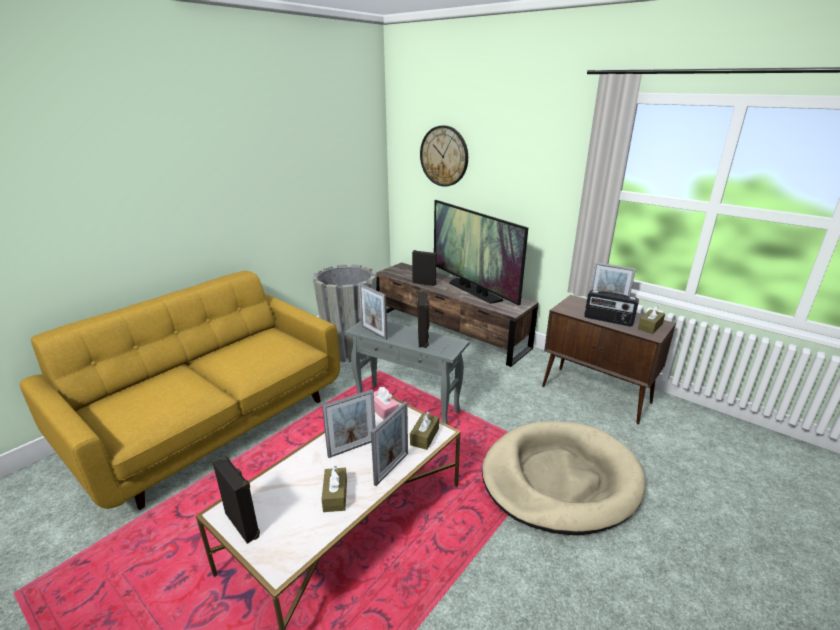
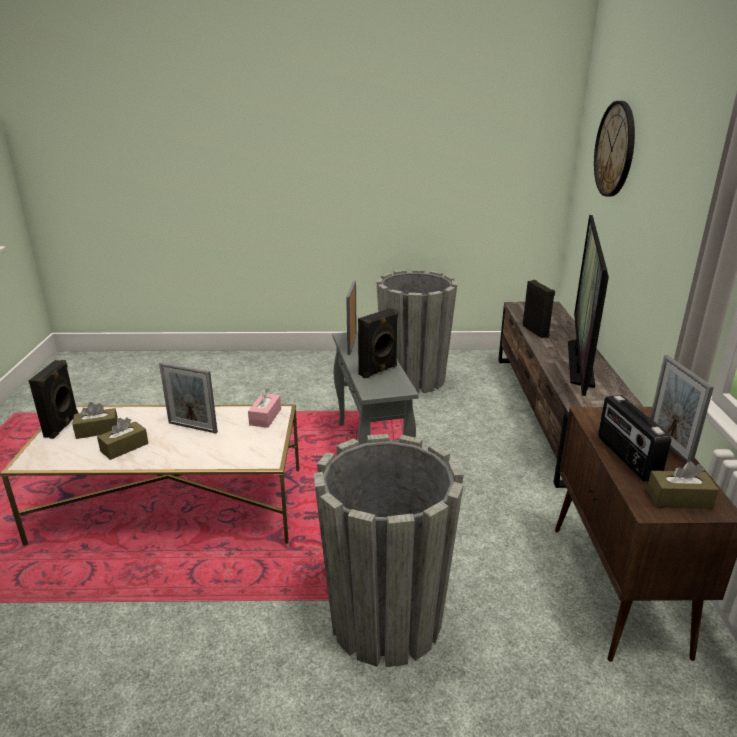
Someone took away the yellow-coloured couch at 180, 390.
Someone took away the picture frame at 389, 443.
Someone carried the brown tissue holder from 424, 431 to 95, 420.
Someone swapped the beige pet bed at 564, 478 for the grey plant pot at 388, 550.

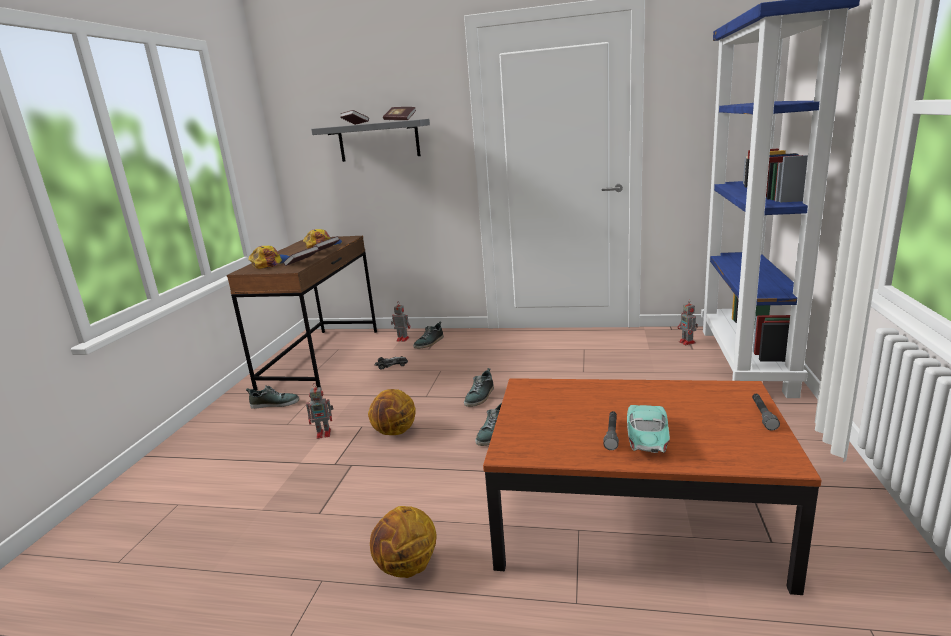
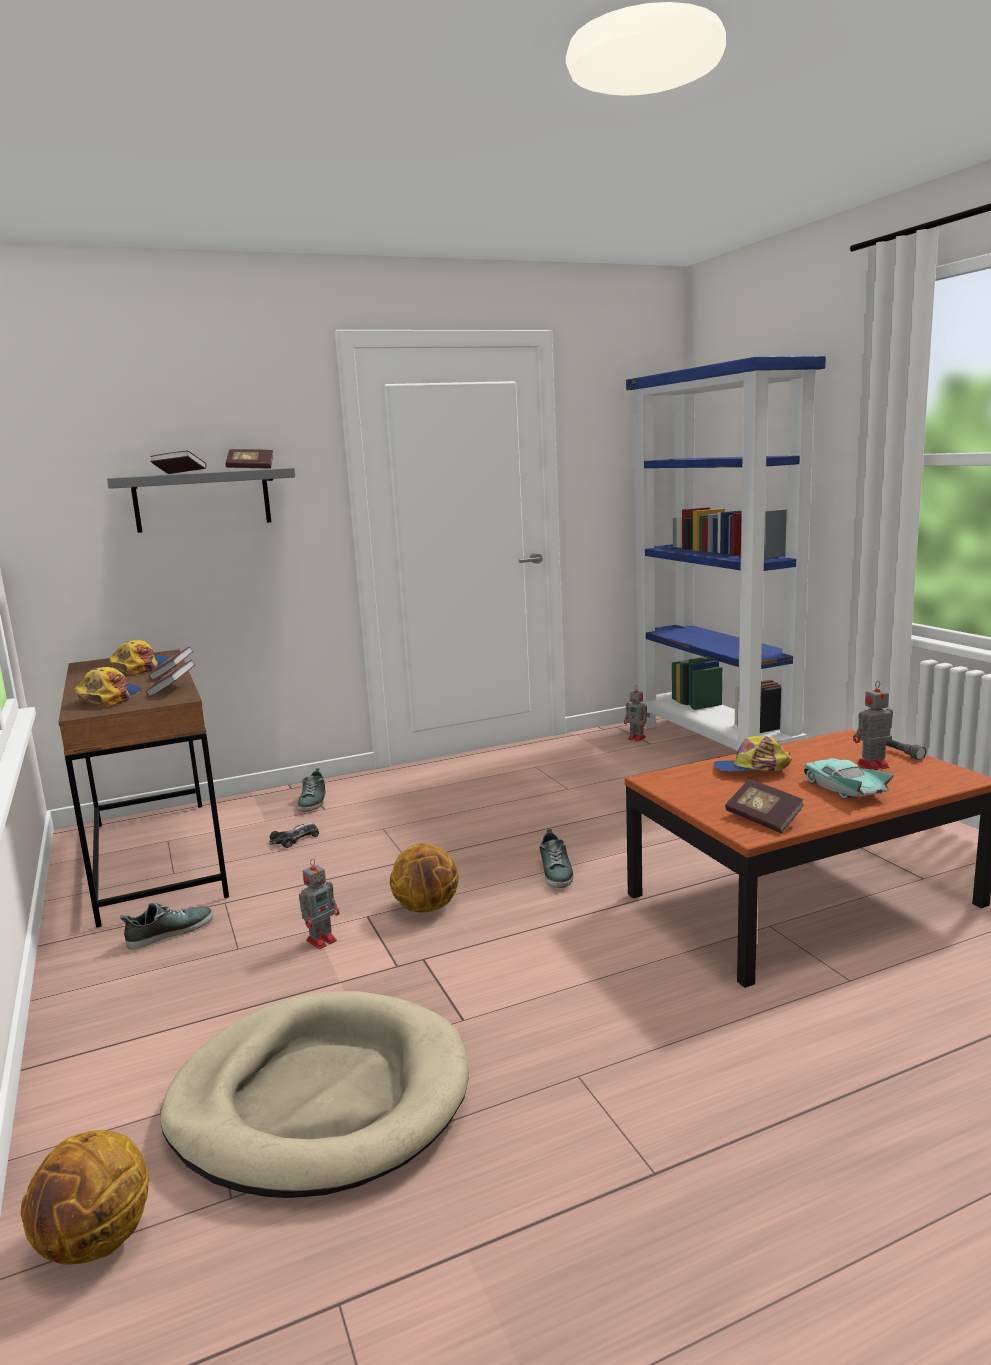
Someone carried the basketball ball from 403, 542 to 85, 1197.
Someone carried the robot figure from 401, 323 to 873, 725.
Someone took away the item of footwear at 479, 387.
Someone took away the grey torch at 611, 430.
Someone put down the beige pet bed at 314, 1094.
Someone put down the baseball cap at 753, 753.
Someone put down the book at 764, 806.

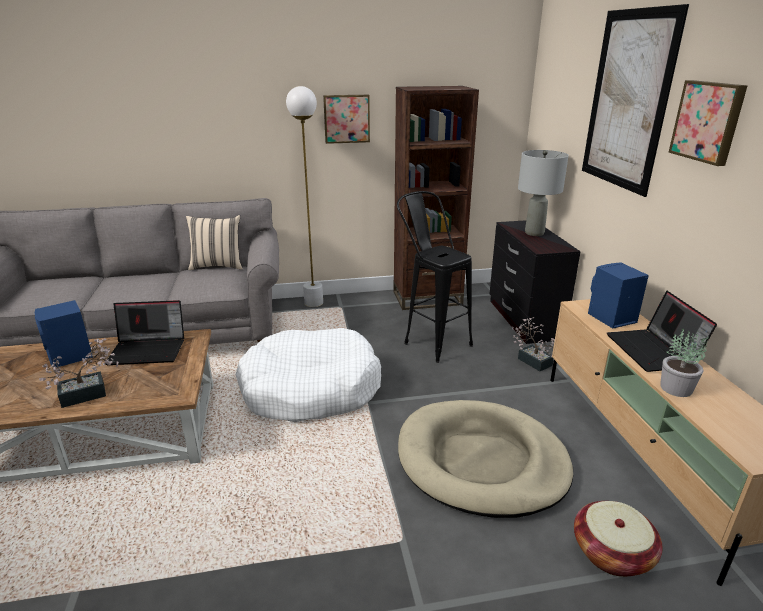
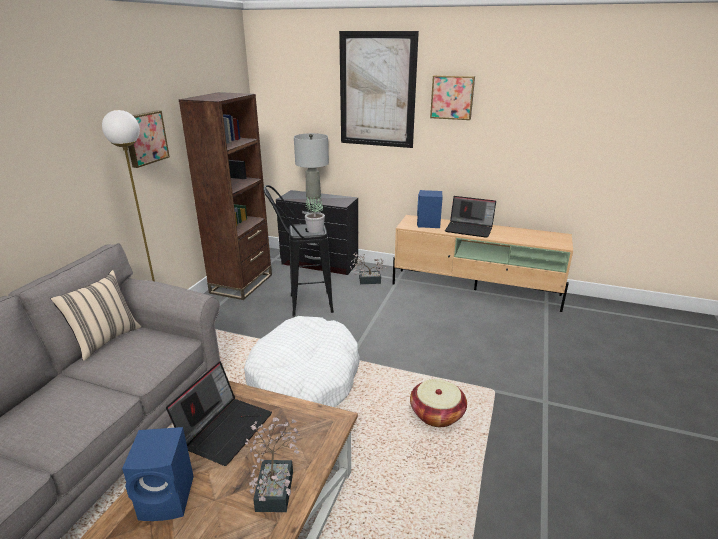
Someone took away the beige pet bed at 485, 459.
Someone carried the storage basket from 618, 539 to 438, 403.
Someone carried the plant in a pot from 684, 363 to 315, 214.

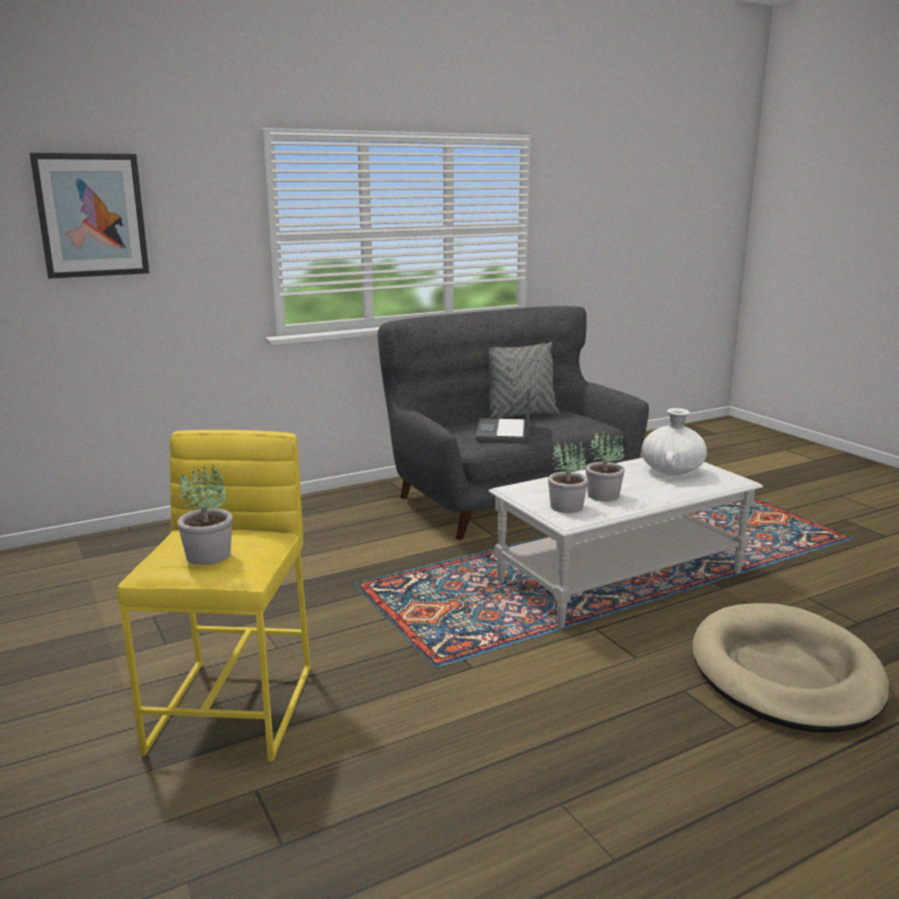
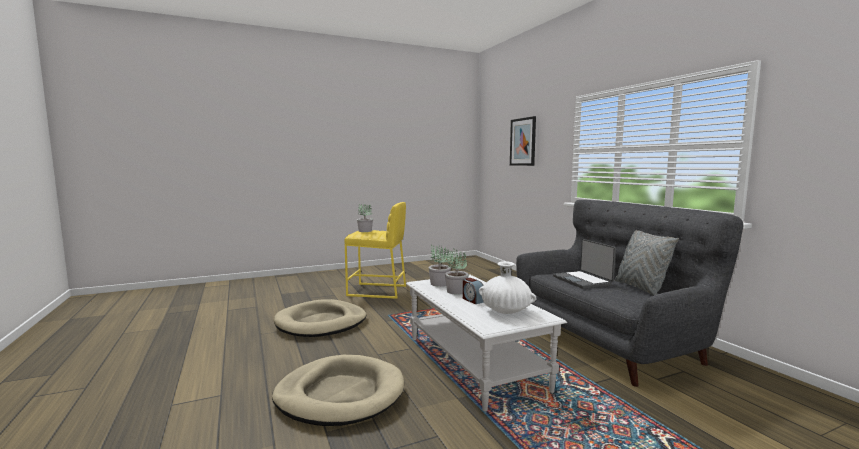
Someone rotated the laptop at 503, 408 by 120 degrees counterclockwise.
Someone put down the beige pet bed at 320, 318.
Someone put down the alarm clock at 473, 291.

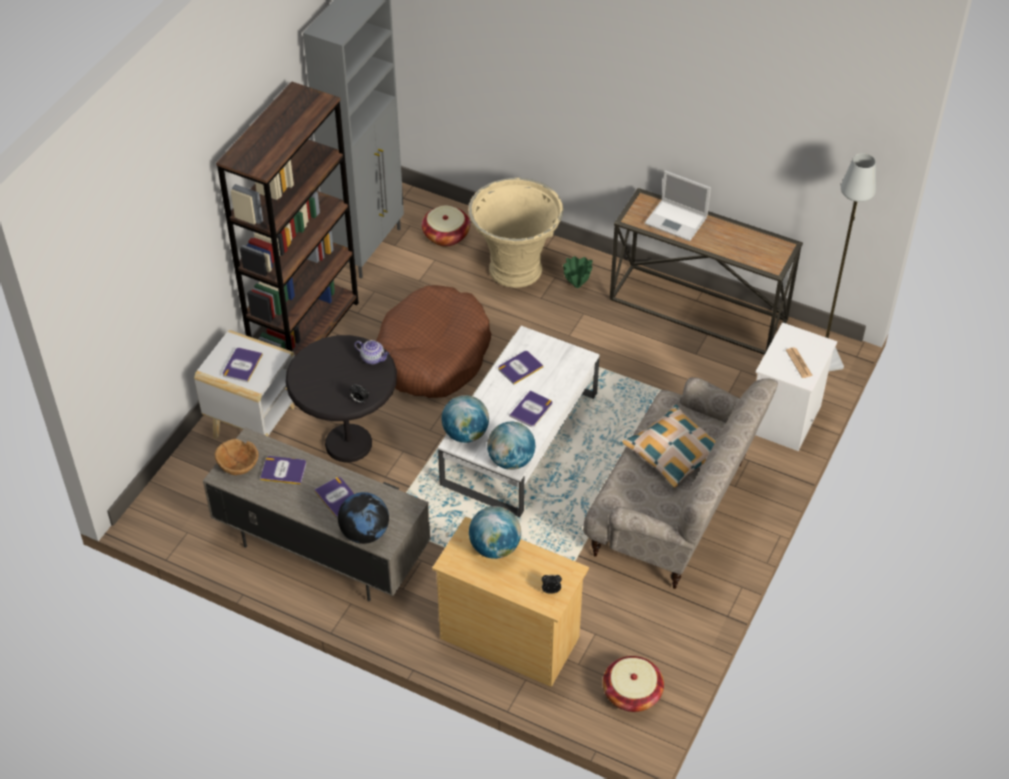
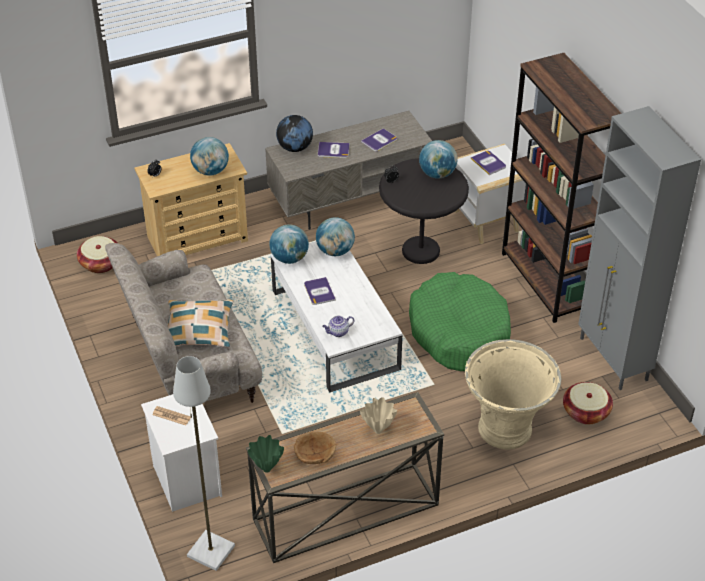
Someone carried the brown serving bowl from 237, 457 to 315, 448.
Someone carried the pot for tea from 372, 352 to 338, 326.
Someone repainted the brown pet bed at 434, 341, which became the greenish pet bed at 460, 321.
Someone took away the book at 521, 368.
Someone carried the greenish decorative vase from 578, 272 to 266, 454.
Someone swapped the laptop at 678, 205 for the beige decorative vase at 378, 415.
Someone put down the globe at 438, 159.

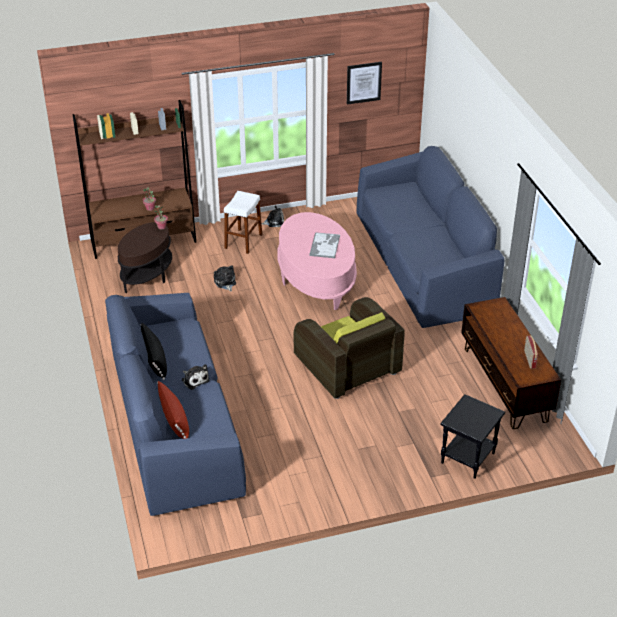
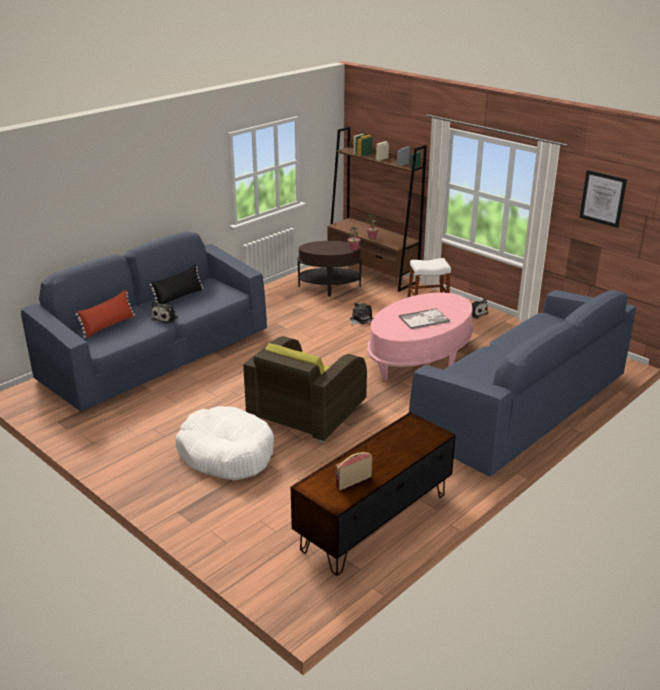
Someone took away the blackish side table at 472, 436.
Someone put down the white-coloured pet bed at 224, 443.

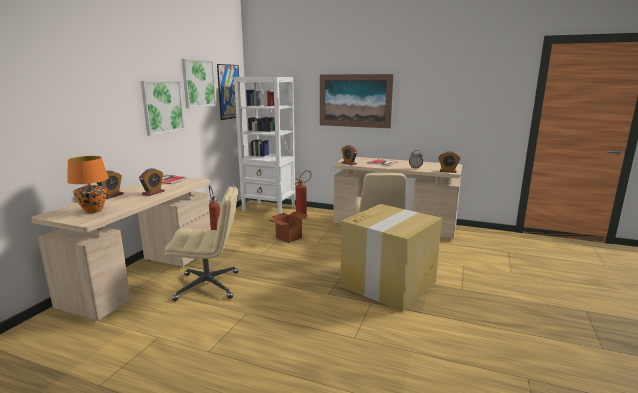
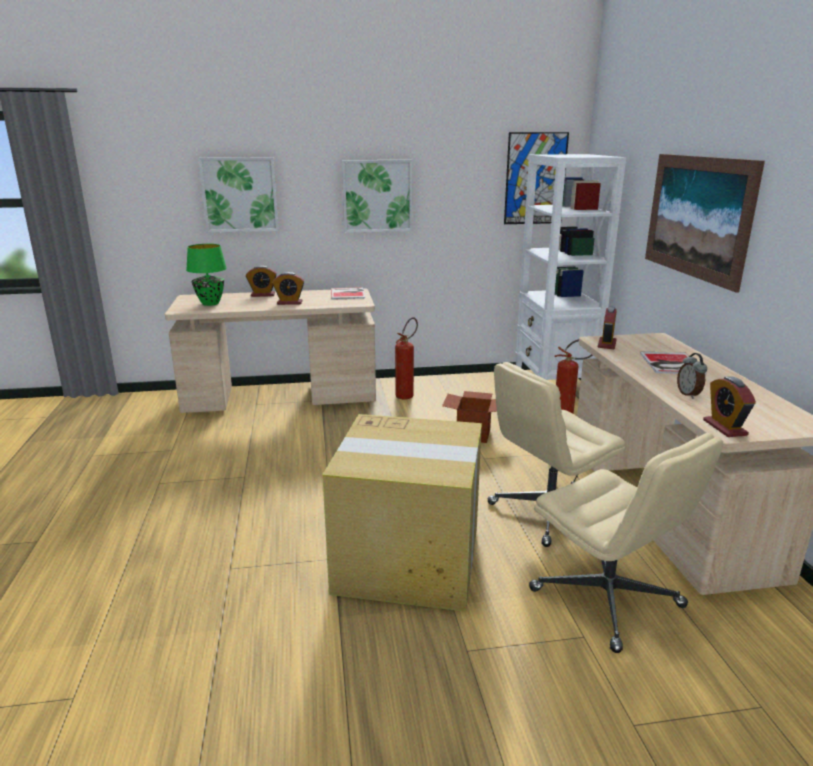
Someone repainted the orange lamp for a table at 88, 184, which became the greenish lamp for a table at 206, 275.
Someone carried the beige desk chair from 201, 244 to 626, 543.
Someone carried the wall art from 199, 83 to 238, 195.

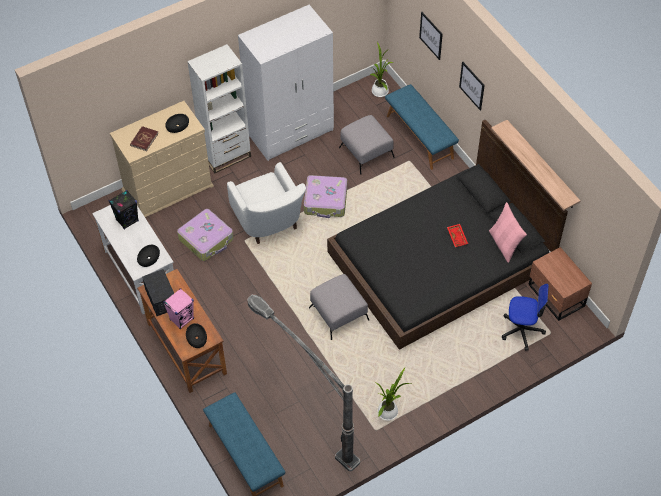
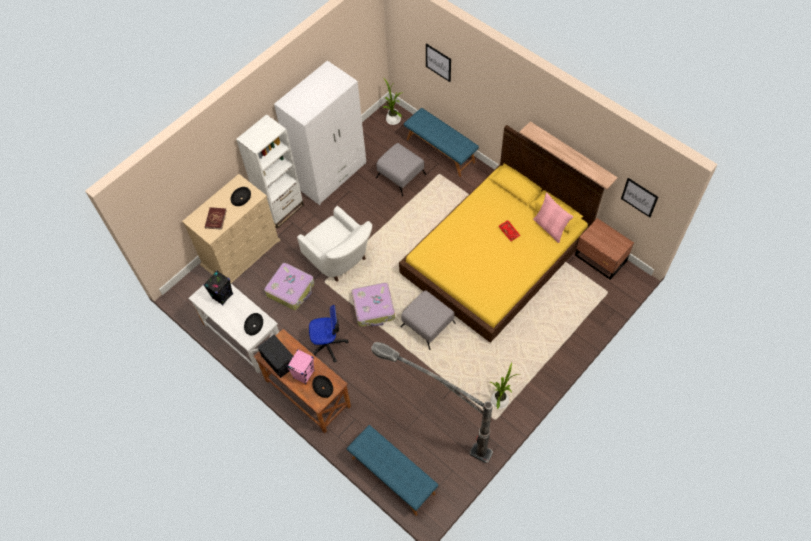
Someone carried the travel case from 325, 196 to 373, 305.
Someone repainted the blackish bedroom bed at 447, 234, which became the yellow-coloured bedroom bed at 501, 234.
Someone carried the wall art from 472, 86 to 639, 197.
Someone carried the desk chair from 525, 317 to 329, 334.

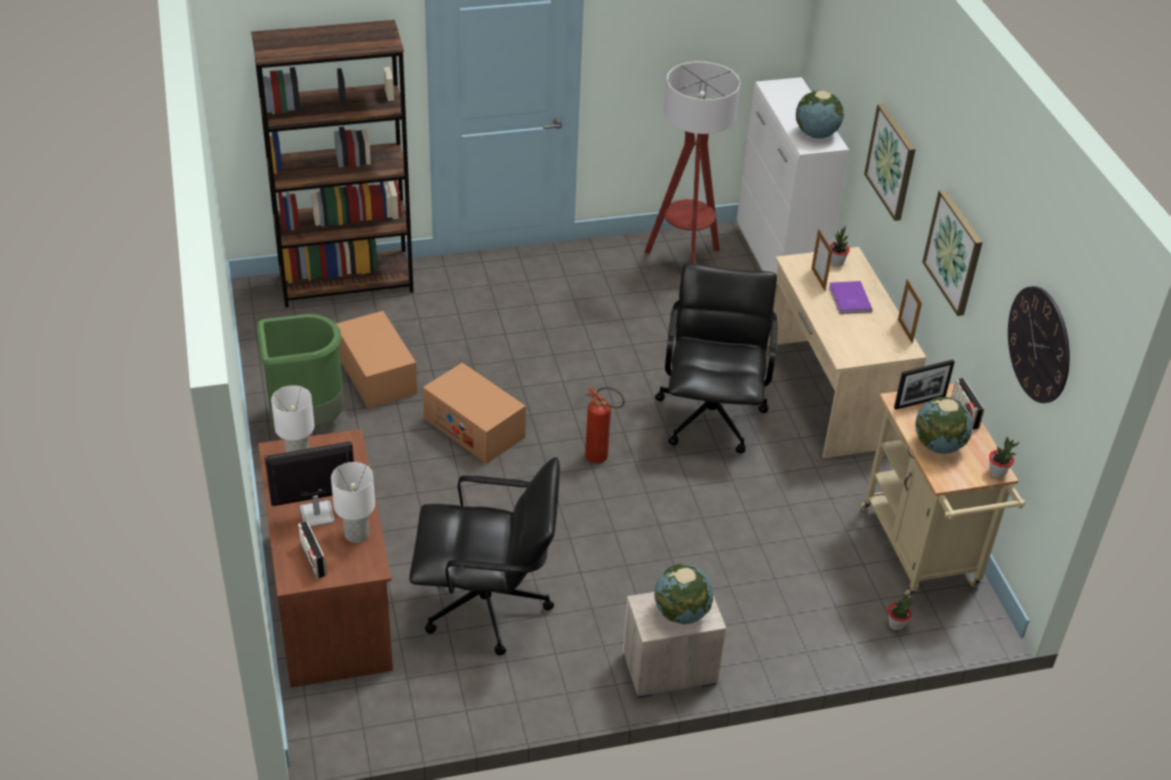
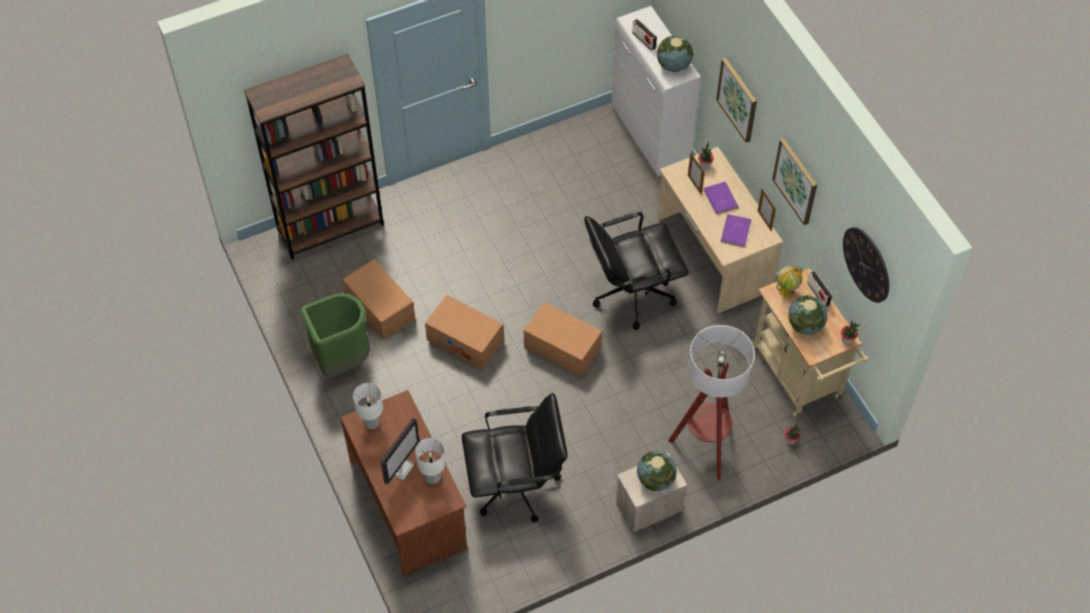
Someone rotated the computer screen at 310, 484 by 150 degrees clockwise.
Someone carried the radio receiver from 312, 550 to 644, 35.
Someone swapped the fire extinguisher at 605, 425 for the cardboard box at 563, 339.
Someone carried the standing lamp from 692, 162 to 711, 403.
Someone rotated the blackish desk chair at 716, 358 by 105 degrees counterclockwise.
Someone swapped the picture frame at 924, 385 for the globe at 789, 282.
Someone put down the purple-coloured book at 736, 230.

